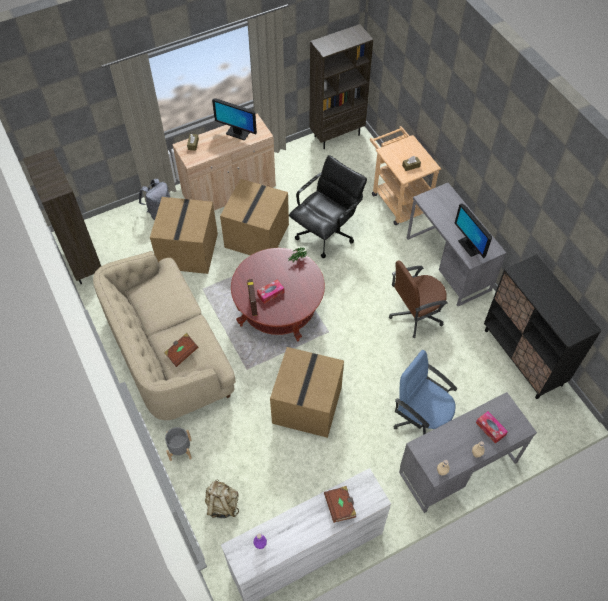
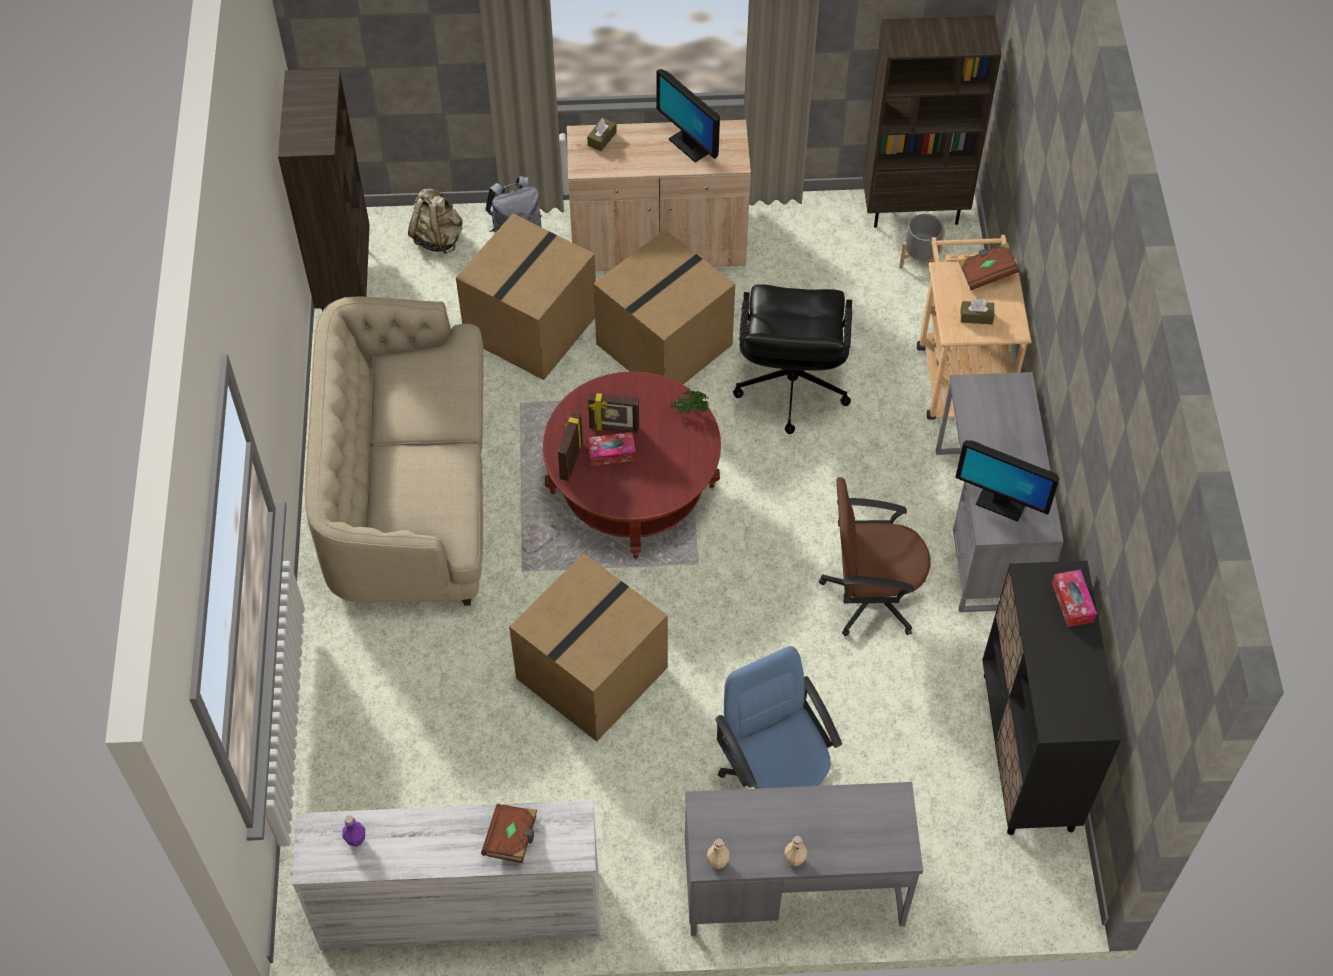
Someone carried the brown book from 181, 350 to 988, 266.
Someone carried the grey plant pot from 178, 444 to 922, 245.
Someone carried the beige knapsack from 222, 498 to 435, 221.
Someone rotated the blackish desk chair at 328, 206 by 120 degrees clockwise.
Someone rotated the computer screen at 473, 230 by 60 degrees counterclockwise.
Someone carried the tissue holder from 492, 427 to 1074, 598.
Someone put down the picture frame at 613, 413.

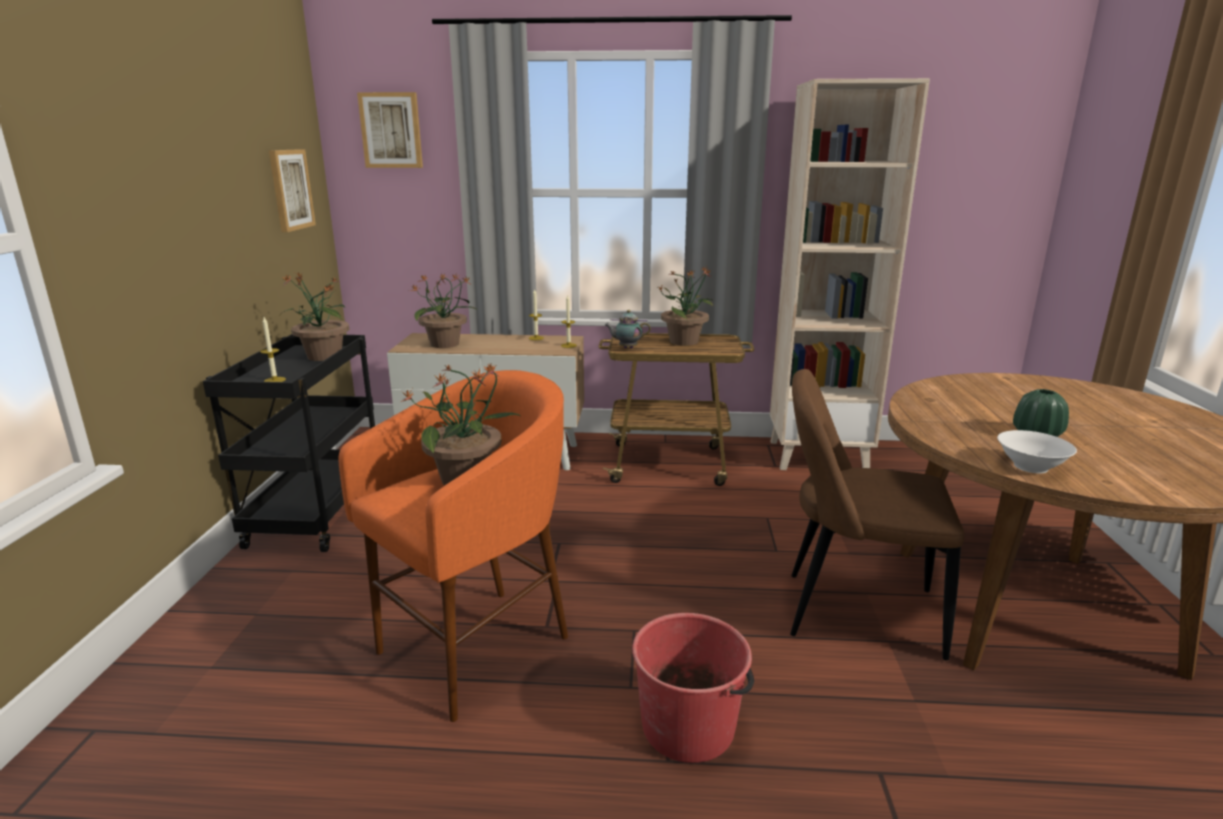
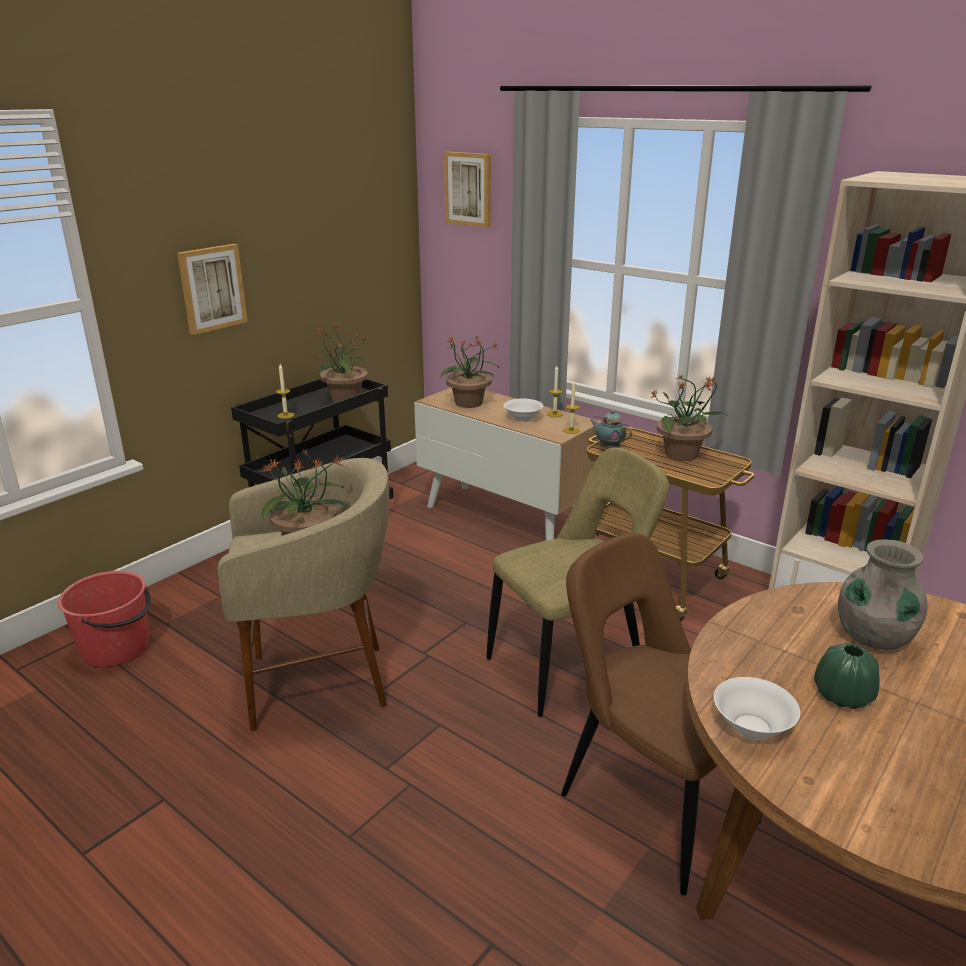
Someone carried the wall art from 292, 190 to 212, 289.
Someone repainted the orange sitting stool at 453, 546, which became the beige sitting stool at 303, 594.
Someone carried the red water bucket from 693, 688 to 104, 619.
Someone put down the beige upright chair at 577, 582.
Someone put down the white-coloured serving bowl at 523, 410.
Someone put down the grey decorative vase at 883, 595.

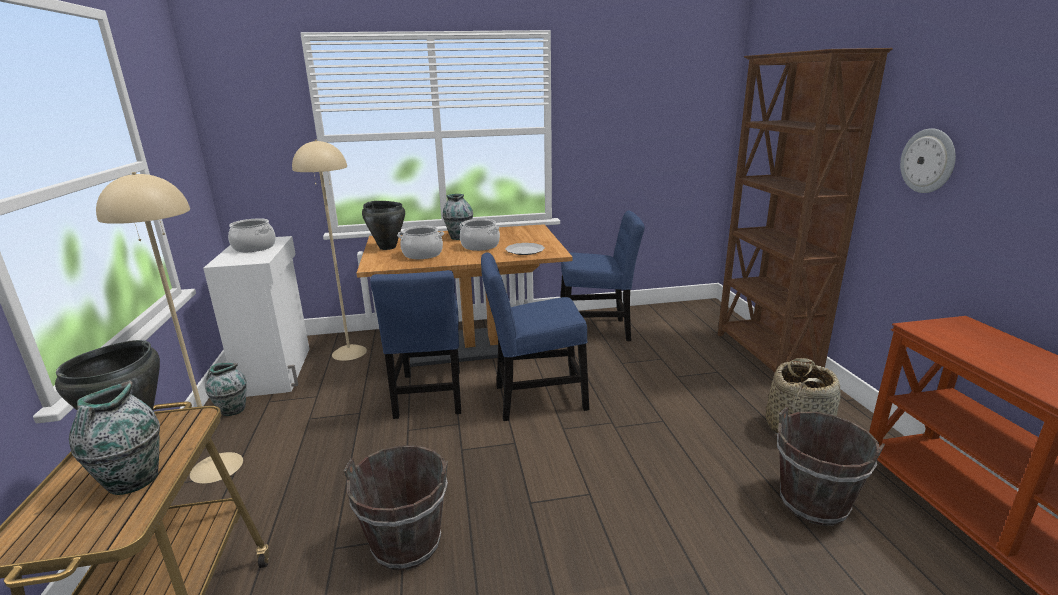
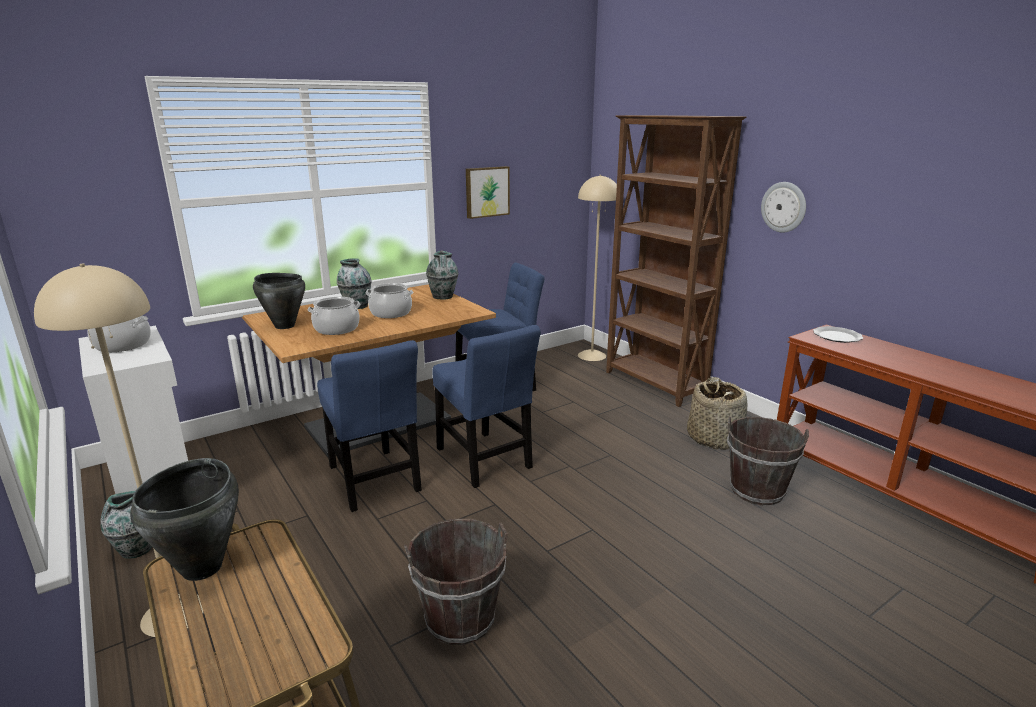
Someone carried the decorative vase from 114, 438 to 442, 275.
Someone carried the beige standing lamp from 329, 250 to 597, 268.
Someone rotated the blue upright chair at 535, 336 by 90 degrees counterclockwise.
Someone carried the dinner plate from 525, 249 to 838, 334.
Someone put up the wall art at 488, 192.

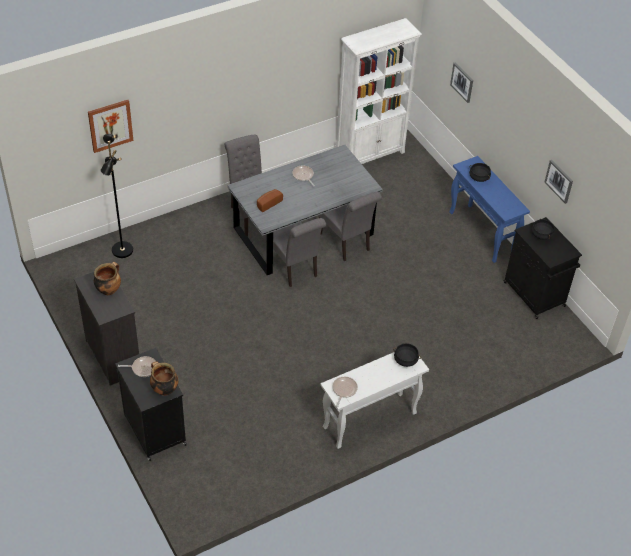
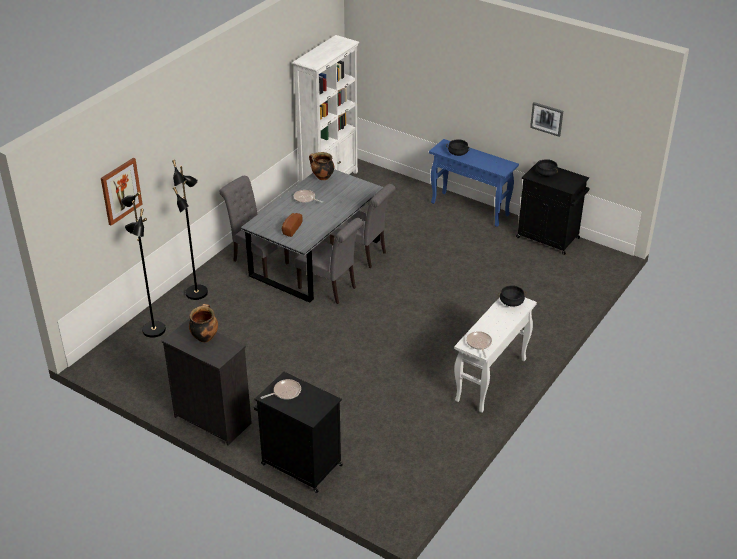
Someone carried the cooking pot from 164, 378 to 321, 166.
Someone took away the wall art at 461, 83.
Someone put down the blackish standing lamp at 190, 230.

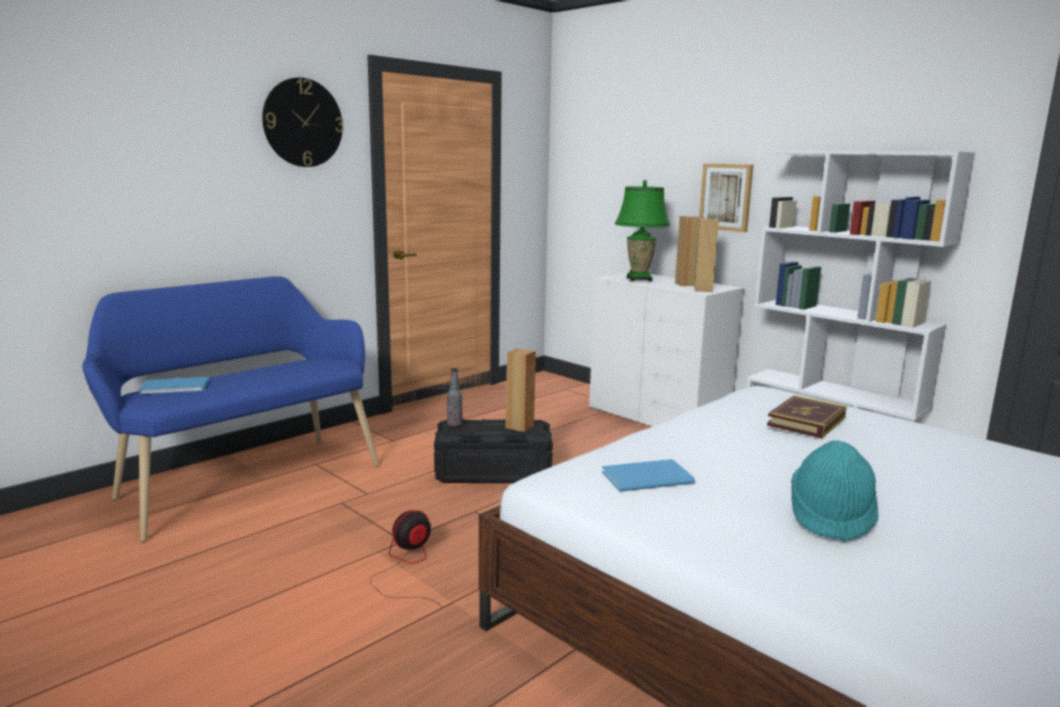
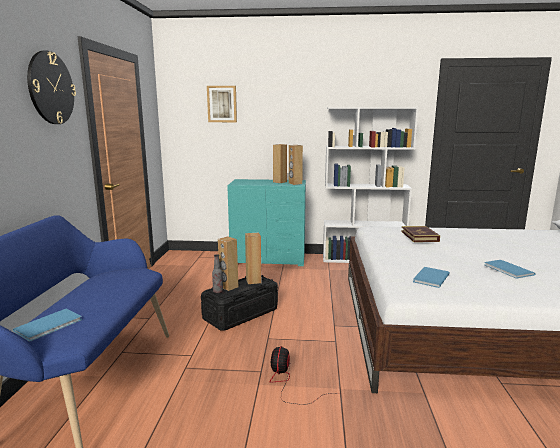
Someone repainted the white-coloured chest of drawers at 666, 349, which became the blue-green chest of drawers at 266, 222.
Someone took away the greenish lamp for a table at 643, 231.
Someone carried the wall art from 726, 198 to 222, 104.
Someone swapped the blue-green hat at 834, 491 for the blue book at 509, 269.
Someone put down the brown loudspeaker at 228, 263.

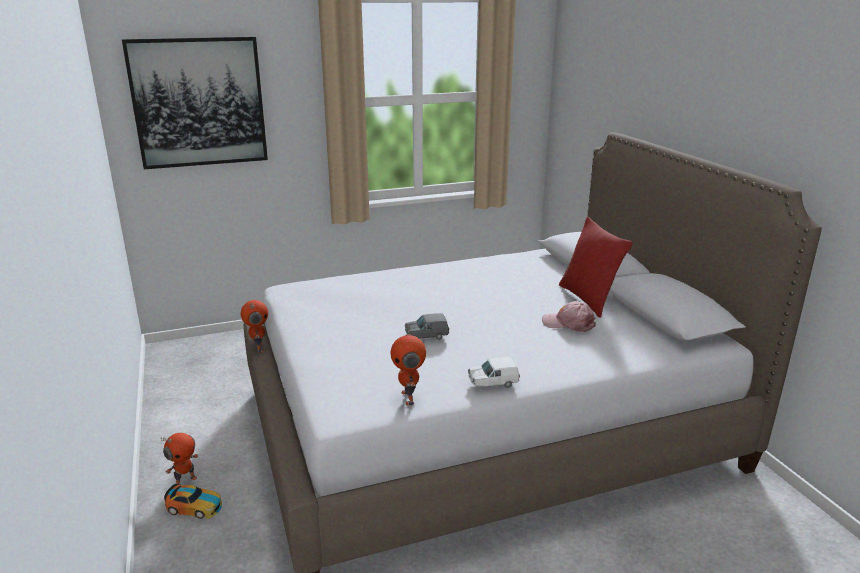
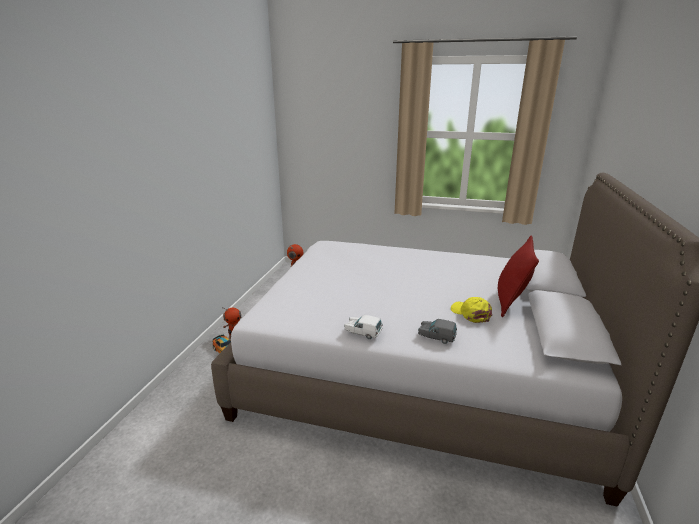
Someone took away the wall art at 195, 103.
Someone took away the robot figure at 408, 365.
Someone carried the grey toy car from 427, 326 to 437, 331.
Someone repainted the pinkish baseball cap at 569, 316, which became the yellow-coloured baseball cap at 471, 310.

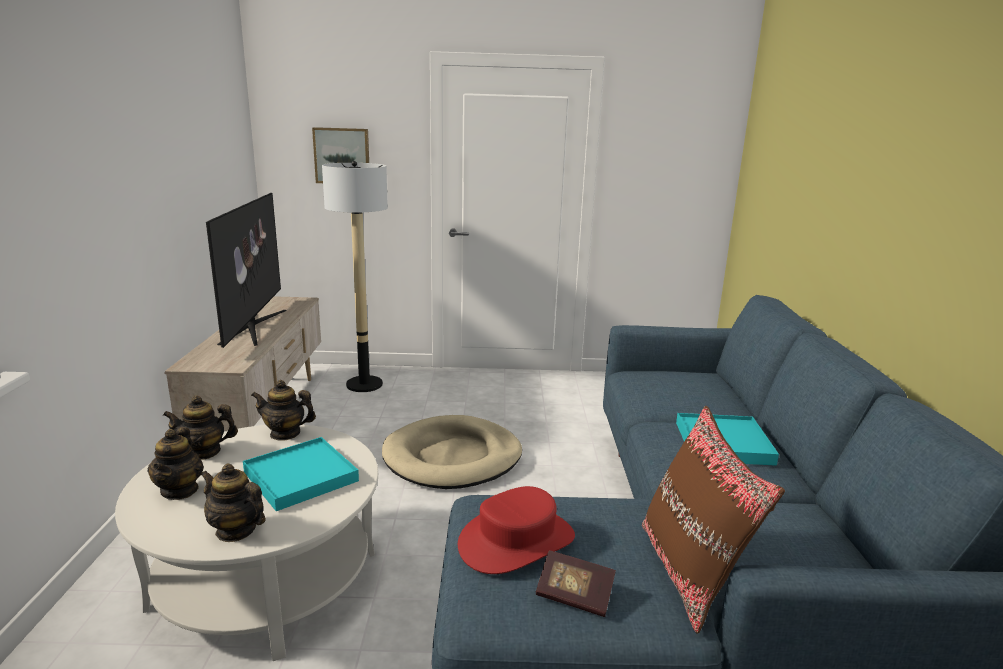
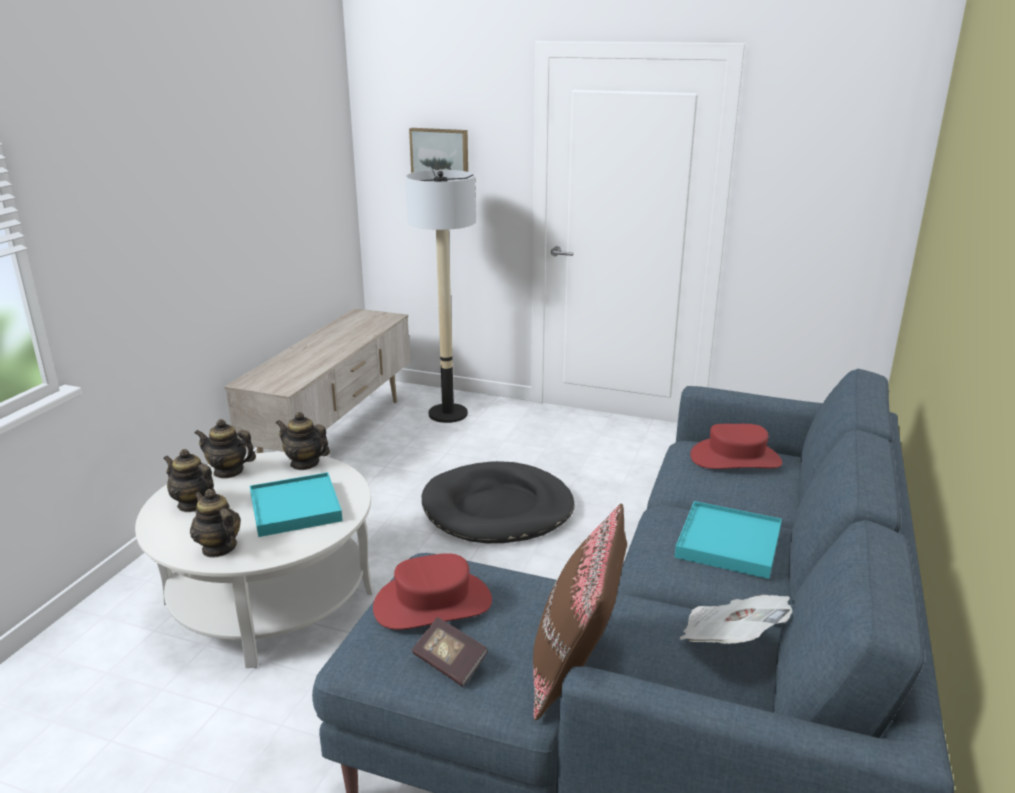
Someone rotated the pot for tea at 175, 463 by 105 degrees clockwise.
Someone took away the TV set at 246, 270.
Someone repainted the beige pet bed at 452, 452, which became the blackish pet bed at 498, 502.
Someone put down the newspaper at 736, 619.
Someone put down the red hat at 736, 446.

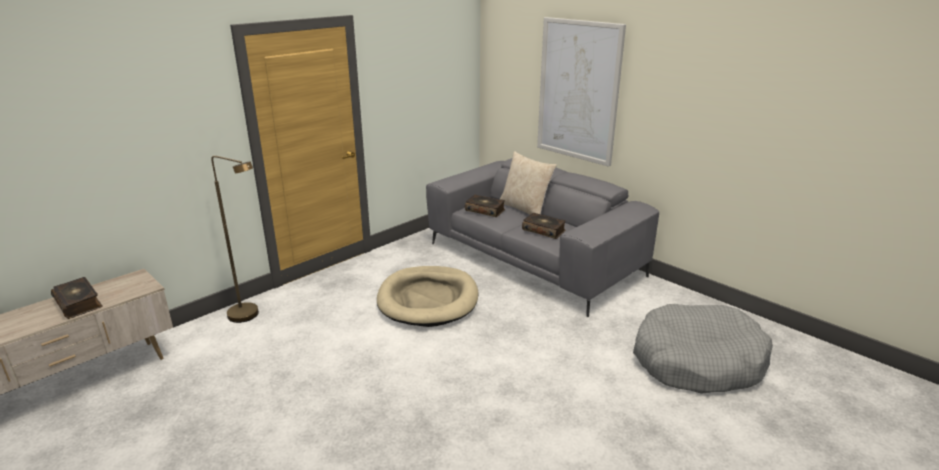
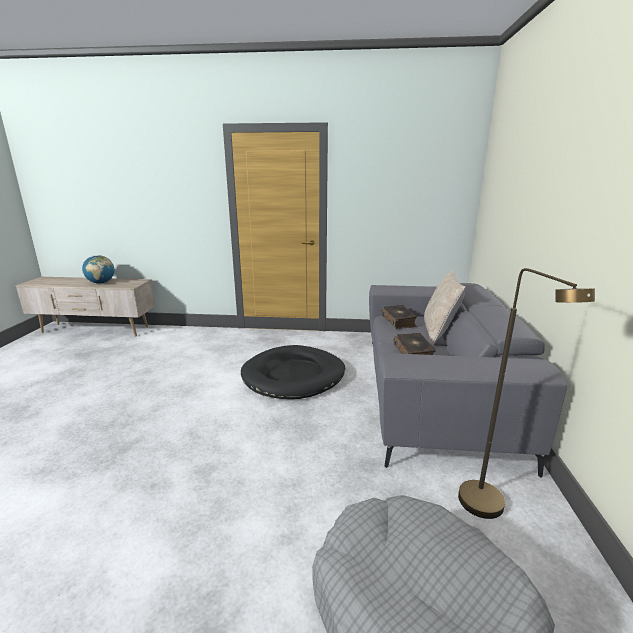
Someone swapped the book at 76, 298 for the globe at 98, 269.
Someone carried the brown standing lamp from 235, 239 to 526, 393.
Someone repainted the beige pet bed at 427, 296, which became the blackish pet bed at 293, 372.
Someone took away the wall art at 581, 92.

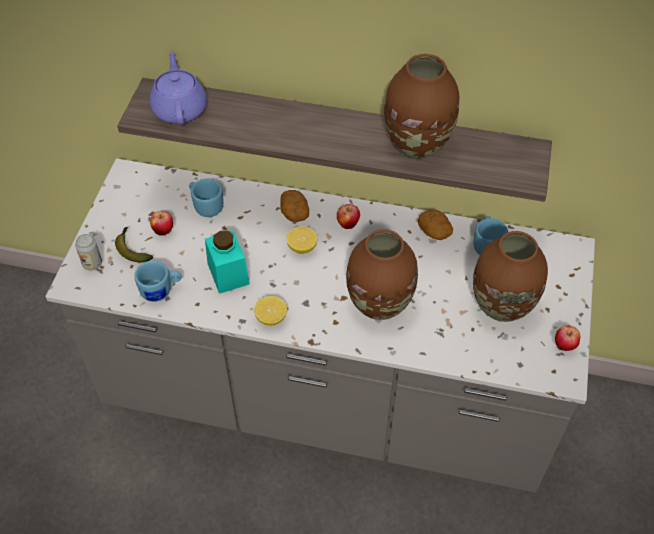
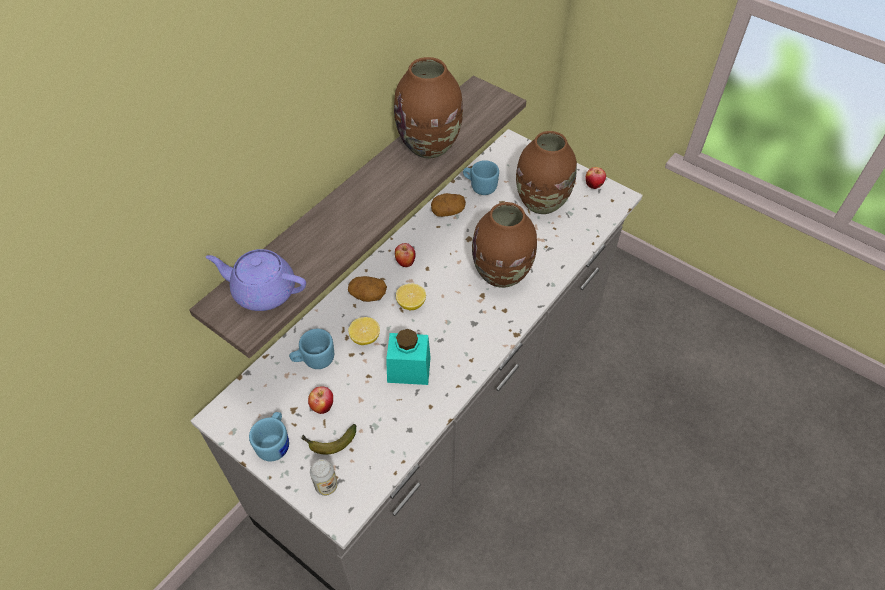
Someone carried the blue tea mug from 158, 281 to 269, 436.
Someone carried the citrus fruit from 270, 311 to 364, 331.

